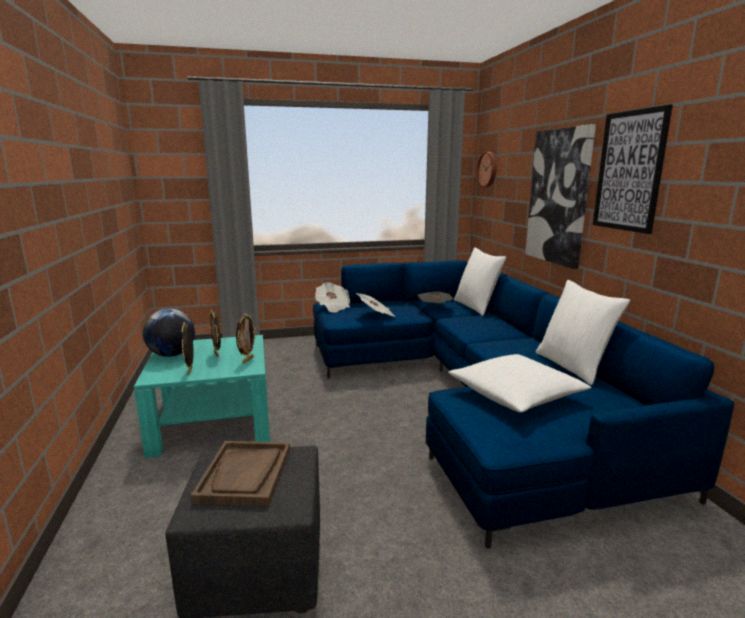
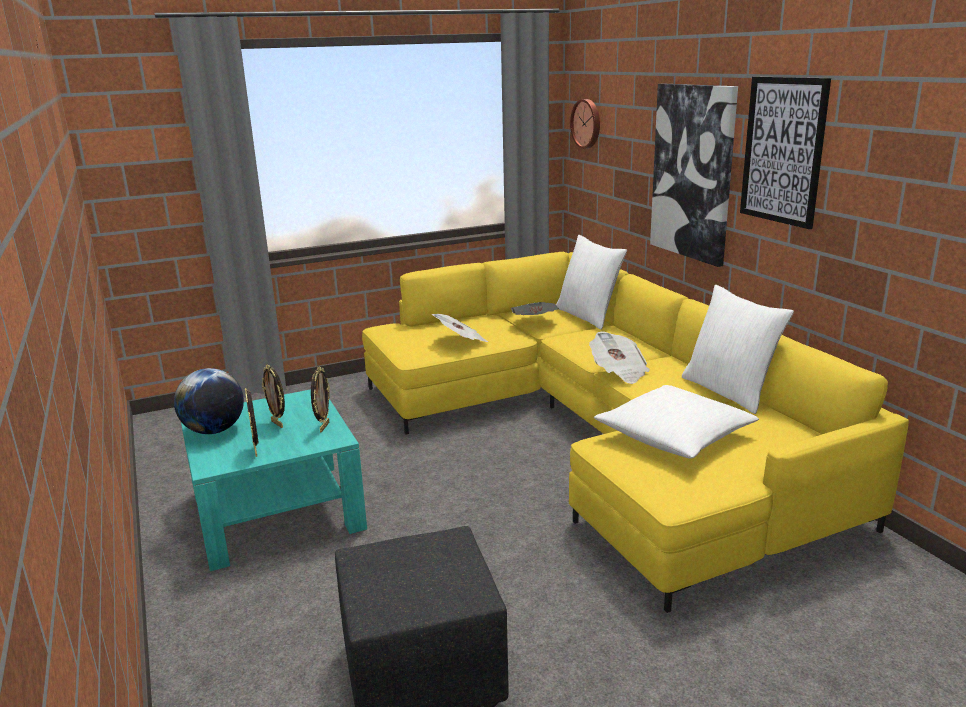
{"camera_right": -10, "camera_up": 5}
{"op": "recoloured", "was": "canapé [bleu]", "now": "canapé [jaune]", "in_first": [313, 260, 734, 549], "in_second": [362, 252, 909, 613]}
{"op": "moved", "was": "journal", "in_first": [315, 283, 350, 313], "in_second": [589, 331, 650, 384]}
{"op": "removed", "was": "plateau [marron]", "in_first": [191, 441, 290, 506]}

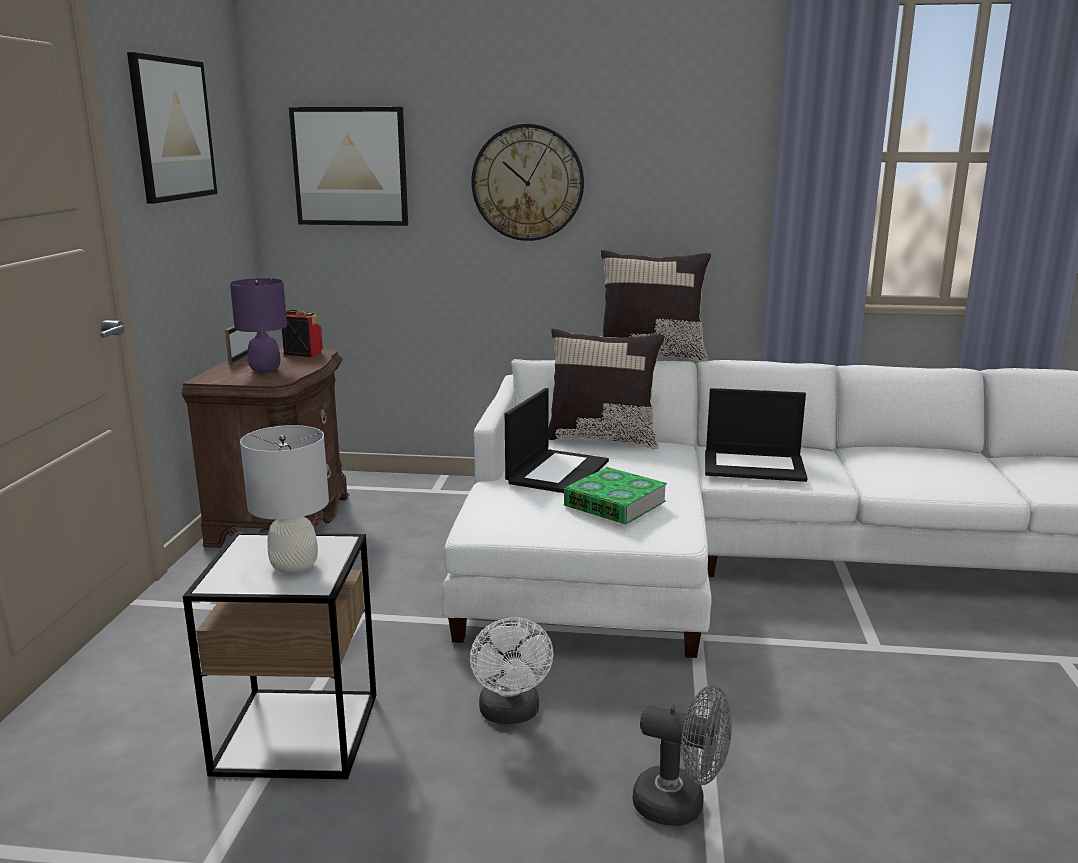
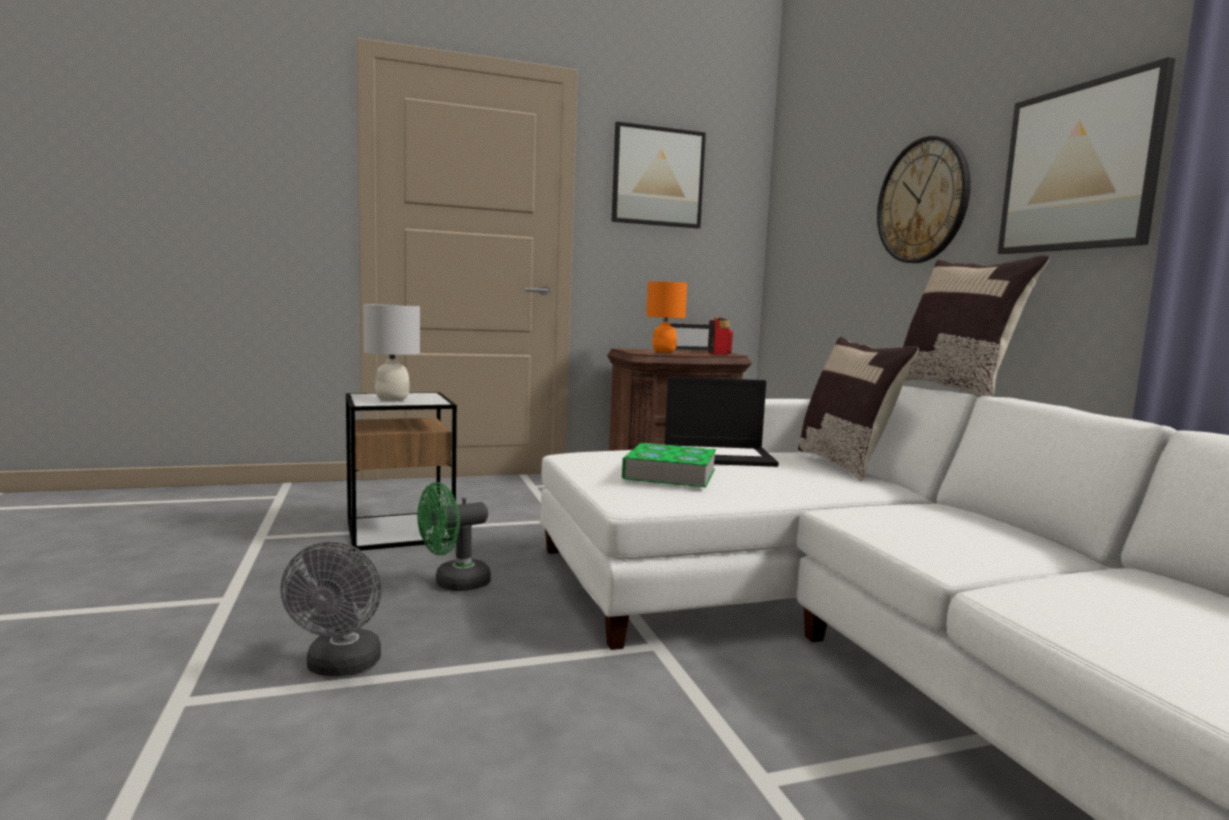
{"camera_right": 65, "camera_up": -10}
{"op": "moved", "was": "tableau", "in_first": [289, 107, 408, 226], "in_second": [998, 57, 1175, 254]}
{"op": "recoloured", "was": "lampe de table [violet]", "now": "lampe de table [orange]", "in_first": [230, 278, 287, 373], "in_second": [646, 281, 687, 353]}
{"op": "removed", "was": "ordinateur portable", "in_first": [705, 388, 807, 482]}
{"op": "recoloured", "was": "ventilateur [blanc]", "now": "ventilateur [vert]", "in_first": [470, 617, 553, 724], "in_second": [417, 482, 491, 591]}

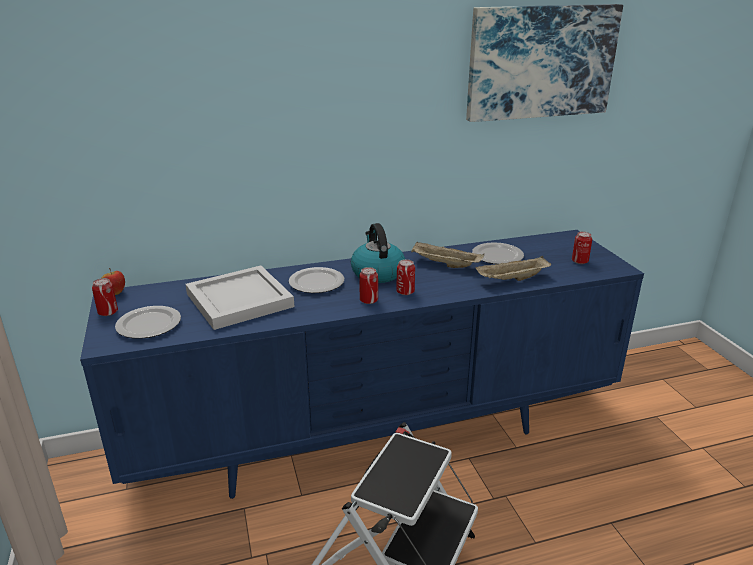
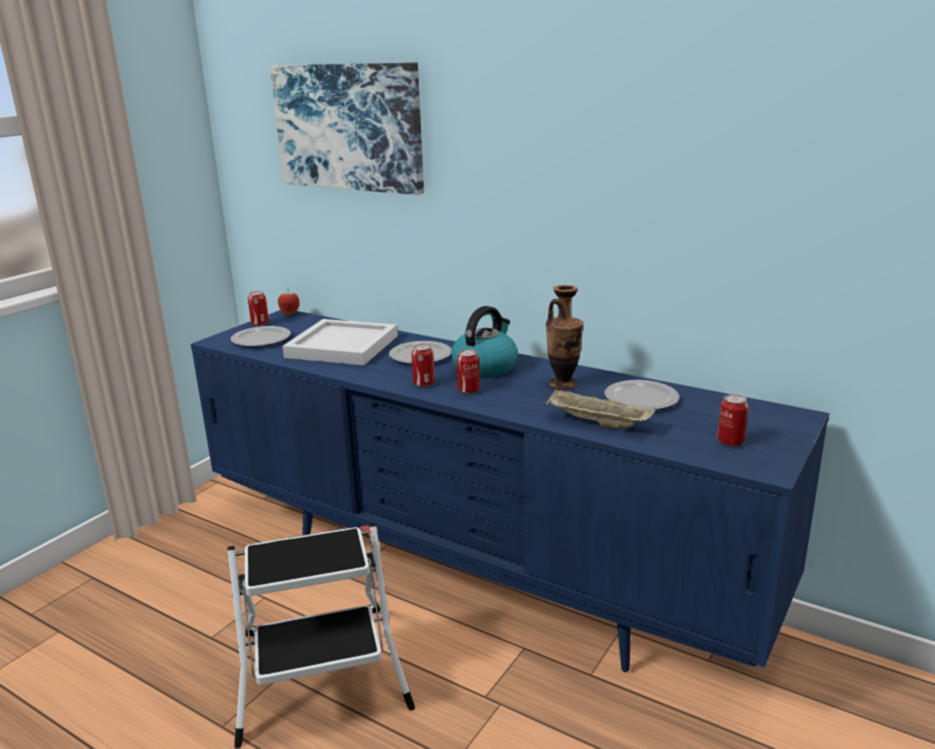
{"camera_right": 50, "camera_up": -5}
{"op": "moved", "was": "tableau", "in_first": [466, 4, 623, 122], "in_second": [270, 62, 424, 195]}
{"op": "replaced", "was": "plateau [beige]", "now": "vase", "in_first": [411, 242, 484, 268], "in_second": [546, 285, 584, 390]}

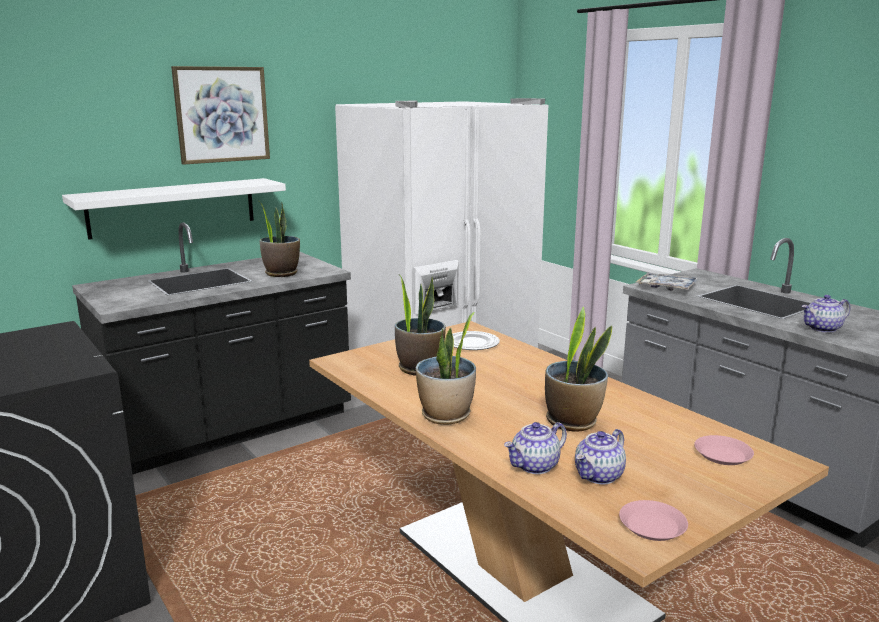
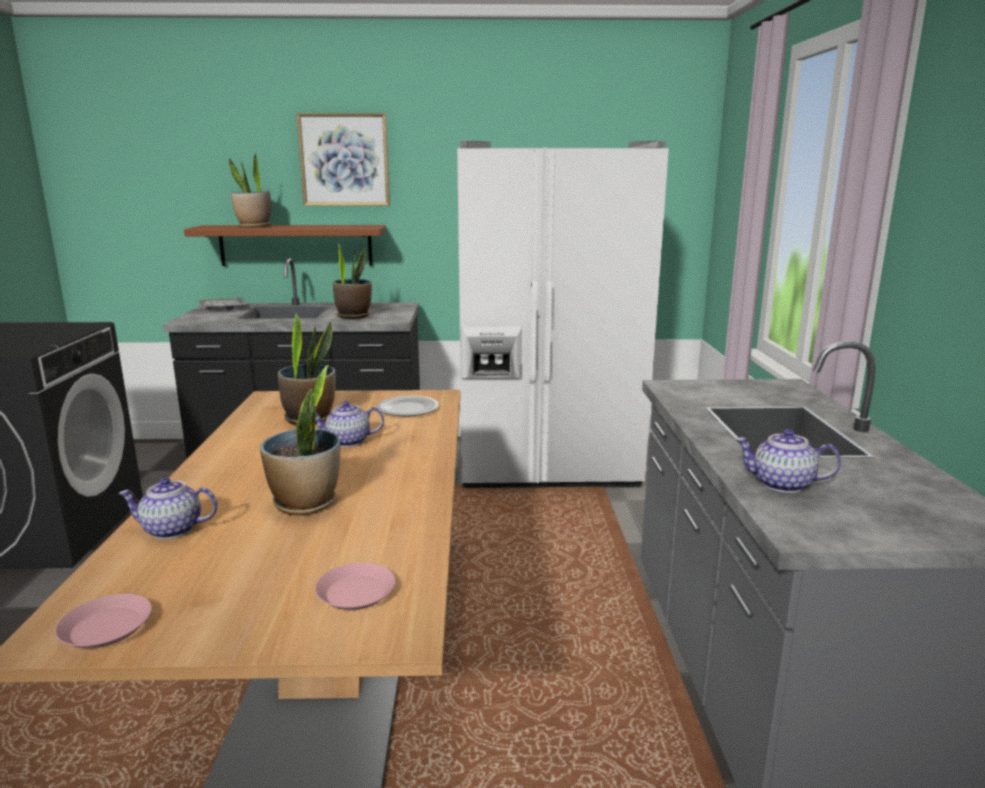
{"camera_right": 35, "camera_up": 0}
{"op": "recoloured", "was": "étagère [blanc]", "now": "étagère [marron]", "in_first": [62, 178, 286, 240], "in_second": [184, 225, 386, 266]}
{"op": "moved", "was": "plateau", "in_first": [636, 273, 699, 291], "in_second": [199, 298, 247, 310]}
{"op": "moved", "was": "plante en pot", "in_first": [415, 312, 476, 425], "in_second": [229, 154, 271, 228]}
{"op": "moved", "was": "théière", "in_first": [575, 429, 626, 484], "in_second": [316, 401, 384, 447]}

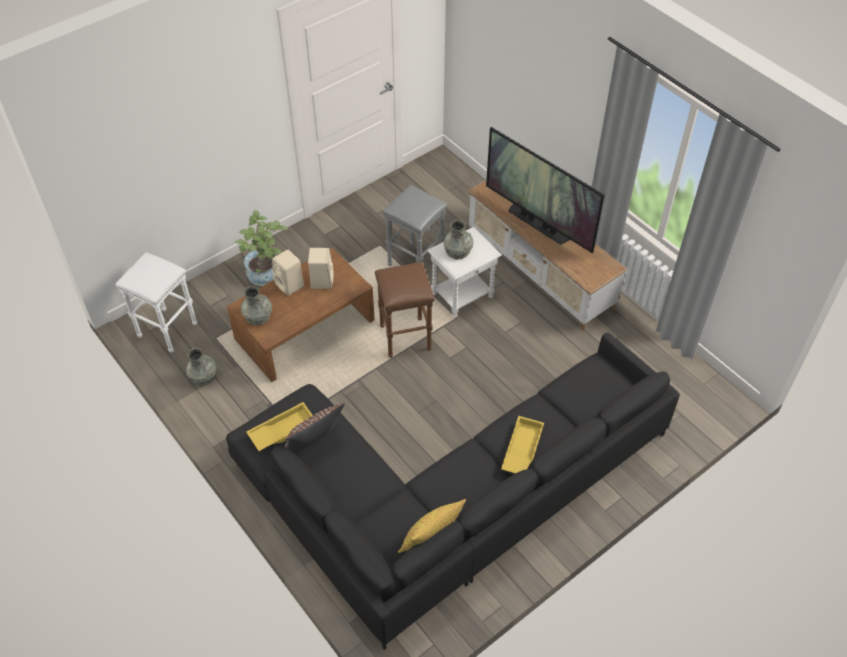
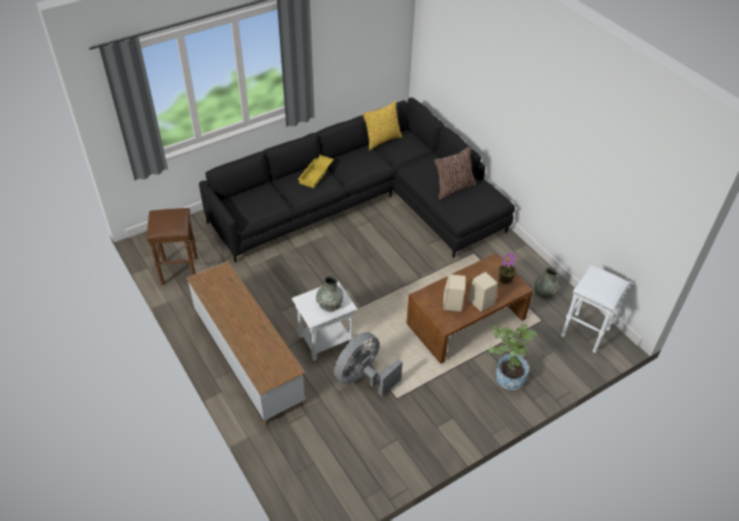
{"camera_right": -175, "camera_up": -5}
{"op": "removed", "was": "téléviseur", "in_first": [486, 127, 605, 253]}
{"op": "replaced", "was": "tabouret [gris]", "now": "ventilateur [gris]", "in_first": [383, 185, 448, 266], "in_second": [334, 332, 403, 397]}
{"op": "moved", "was": "tabouret [marron]", "in_first": [375, 262, 434, 358], "in_second": [147, 208, 198, 285]}
{"op": "replaced", "was": "vase [gris]", "now": "plante en pot", "in_first": [241, 286, 272, 325], "in_second": [498, 252, 517, 284]}
{"op": "removed", "was": "plateau [jaune]", "in_first": [246, 402, 313, 451]}

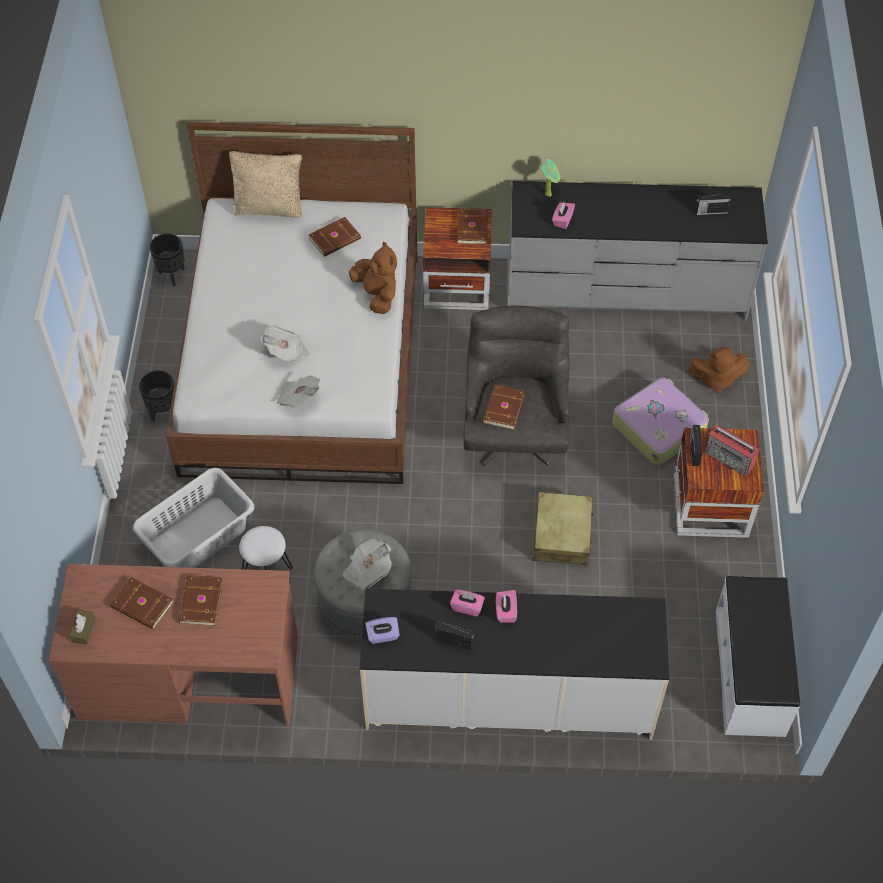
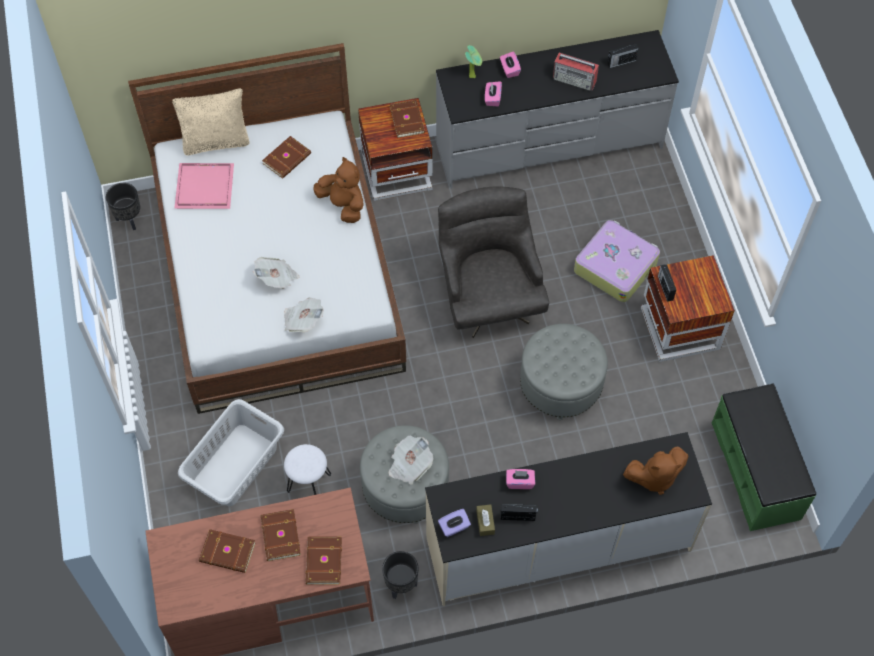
{"camera_right": -15, "camera_up": 5}
{"op": "moved", "was": "peluche [marron]", "in_first": [688, 347, 750, 393], "in_second": [623, 447, 688, 495]}
{"op": "moved", "was": "cache-pot [noir]", "in_first": [139, 370, 174, 422], "in_second": [382, 551, 419, 599]}
{"op": "moved", "was": "livre [marron]", "in_first": [483, 385, 525, 430], "in_second": [306, 537, 342, 585]}
{"op": "moved", "was": "radio", "in_first": [705, 425, 759, 476], "in_second": [553, 53, 599, 91]}
{"op": "replaced", "was": "valise [beige]", "now": "pouf [gris]", "in_first": [533, 492, 593, 566], "in_second": [520, 324, 608, 420]}
{"op": "recoloured", "was": "banc [blanc]", "now": "banc [vert]", "in_first": [715, 576, 800, 737], "in_second": [712, 384, 816, 531]}
{"op": "moved", "was": "boîte à mouchoirs [rose]", "in_first": [496, 590, 517, 623], "in_second": [500, 52, 521, 78]}
{"op": "moved", "was": "boîte à mouchoirs [marron]", "in_first": [69, 610, 95, 645], "in_second": [476, 504, 495, 536]}
{"op": "added", "now": "plateau [rose]", "in_second": [174, 163, 234, 209]}

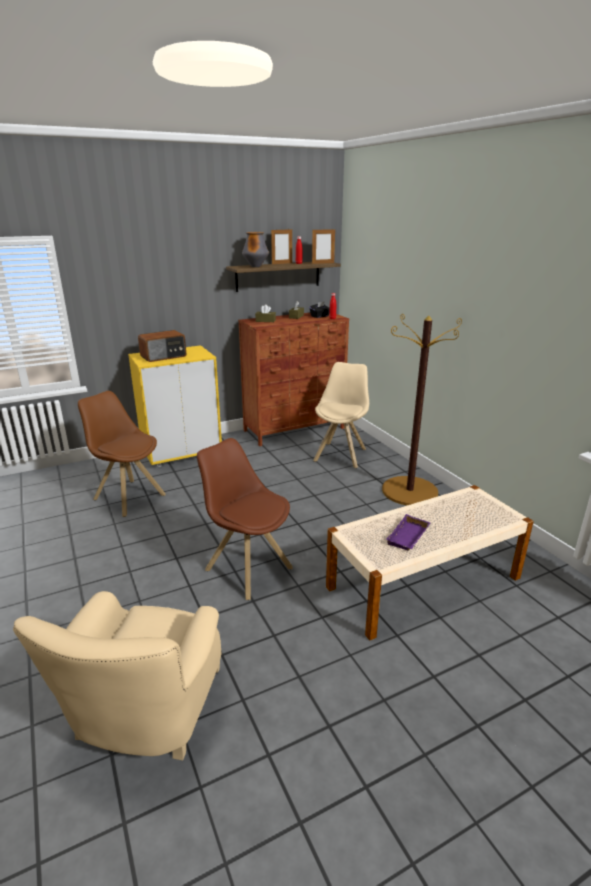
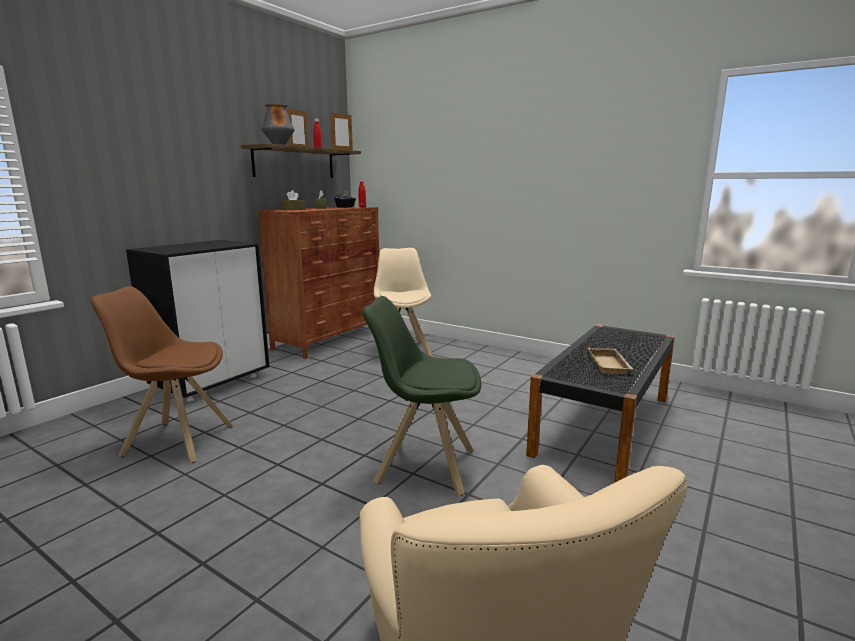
{"camera_right": -30, "camera_up": -10}
{"op": "removed", "was": "portant [marron]", "in_first": [382, 314, 462, 505]}
{"op": "removed", "was": "radio", "in_first": [138, 330, 187, 362]}
{"op": "recoloured", "was": "meuble de rangement [jaune]", "now": "meuble de rangement [noir]", "in_first": [128, 345, 222, 467], "in_second": [126, 240, 270, 401]}
{"op": "recoloured", "was": "chaise [marron]", "now": "chaise [vert]", "in_first": [197, 438, 293, 600], "in_second": [362, 296, 481, 496]}
{"op": "recoloured", "was": "banc [beige]", "now": "banc [noir]", "in_first": [326, 485, 534, 641], "in_second": [526, 324, 675, 483]}
{"op": "recoloured", "was": "plateau [violet]", "now": "plateau [beige]", "in_first": [386, 514, 431, 551], "in_second": [588, 347, 633, 374]}

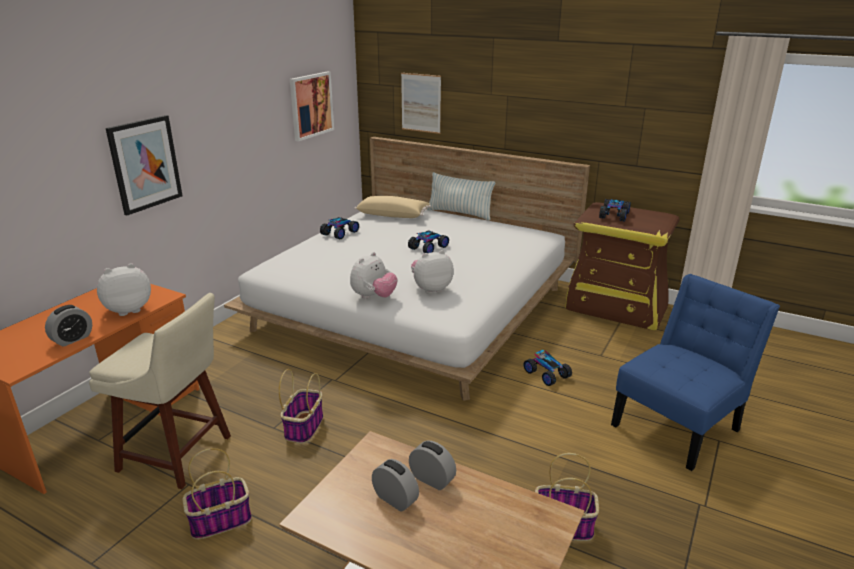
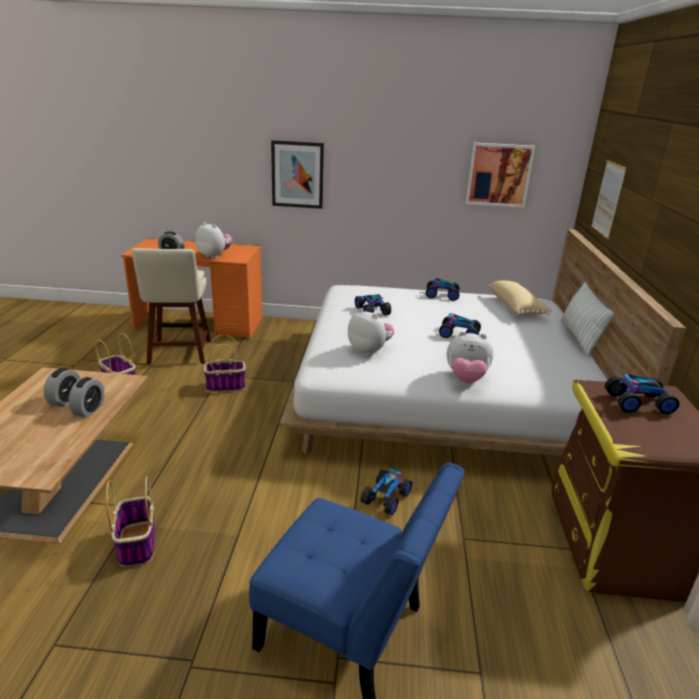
{"camera_right": 65, "camera_up": 0}
{"op": "moved", "was": "peluche", "in_first": [350, 252, 398, 299], "in_second": [447, 331, 493, 383]}
{"op": "added", "now": "petite voiture", "in_second": [355, 294, 391, 315]}

